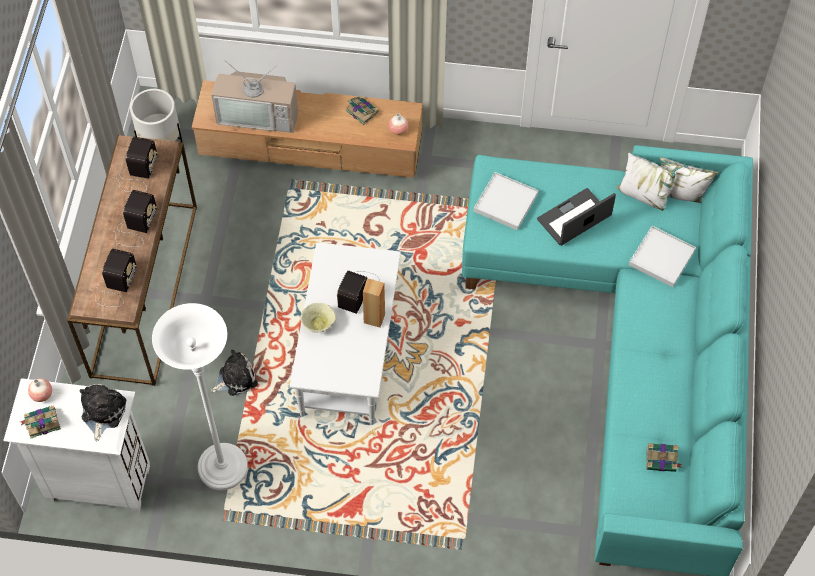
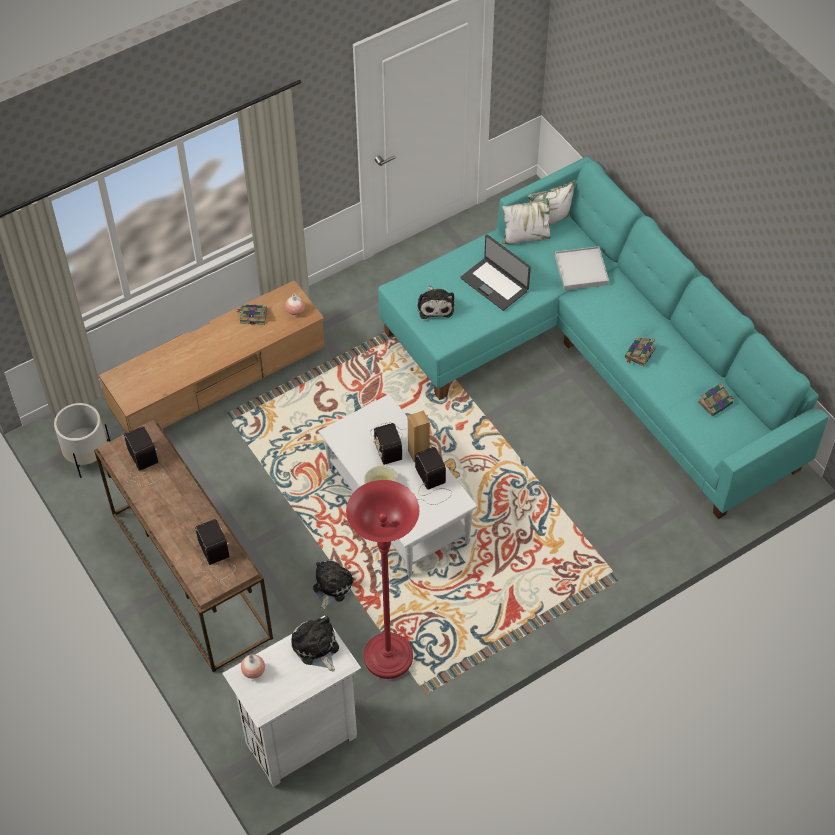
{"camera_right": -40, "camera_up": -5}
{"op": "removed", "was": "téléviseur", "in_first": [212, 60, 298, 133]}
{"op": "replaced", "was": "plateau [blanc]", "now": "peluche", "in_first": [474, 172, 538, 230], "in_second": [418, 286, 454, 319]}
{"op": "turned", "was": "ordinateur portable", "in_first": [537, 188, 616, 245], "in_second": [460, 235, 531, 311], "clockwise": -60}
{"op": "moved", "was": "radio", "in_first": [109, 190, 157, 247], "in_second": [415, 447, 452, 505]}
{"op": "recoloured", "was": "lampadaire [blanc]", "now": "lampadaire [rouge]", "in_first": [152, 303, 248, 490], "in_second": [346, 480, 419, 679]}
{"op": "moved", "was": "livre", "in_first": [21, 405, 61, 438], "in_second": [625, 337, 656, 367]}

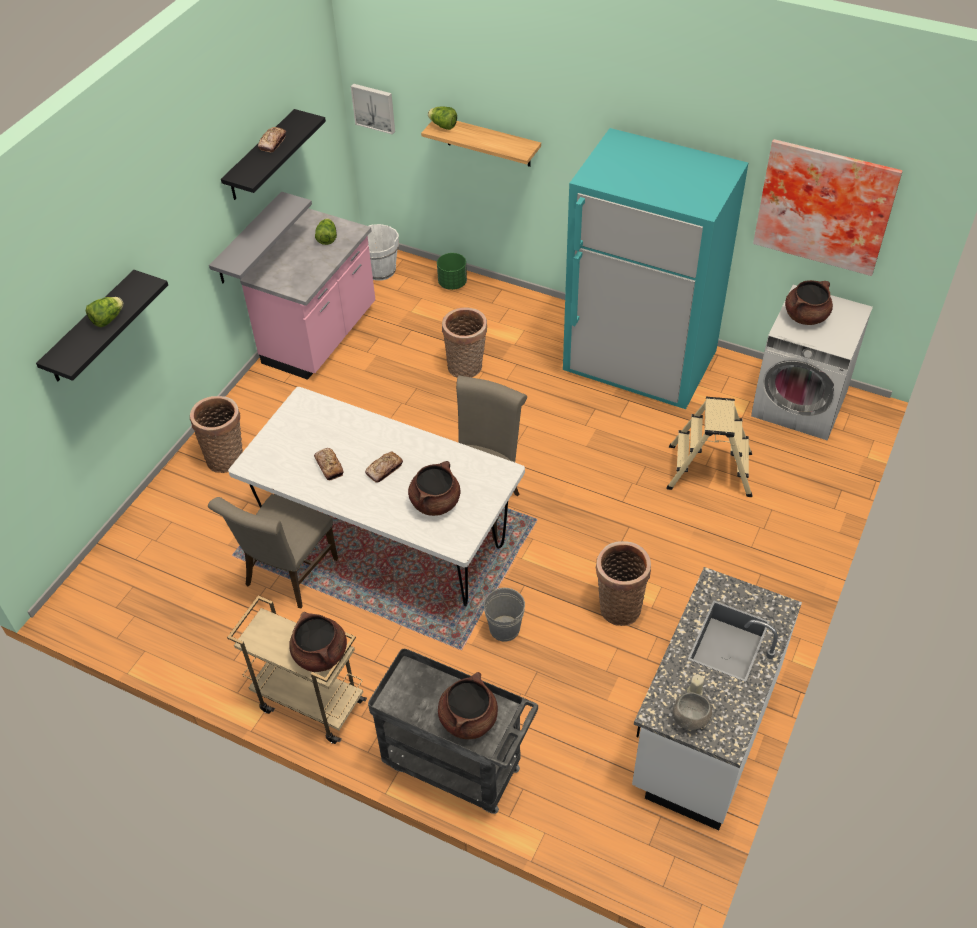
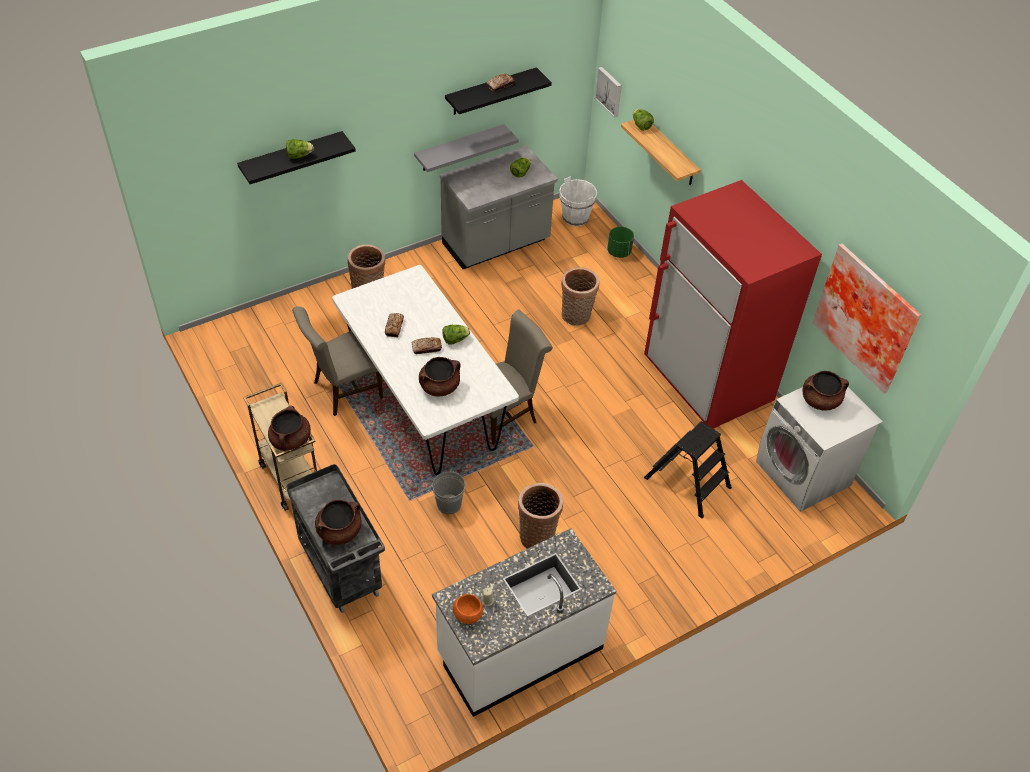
{"camera_right": 30, "camera_up": 0}
{"op": "recoloured", "was": "réfrigérateur [turquoise]", "now": "réfrigérateur [rouge]", "in_first": [563, 128, 748, 409], "in_second": [644, 180, 822, 429]}
{"op": "recoloured", "was": "comptoir de cuisine [rose]", "now": "comptoir de cuisine [gris]", "in_first": [240, 208, 376, 380], "in_second": [440, 146, 558, 269]}
{"op": "recoloured", "was": "escabeau [beige]", "now": "escabeau [noir]", "in_first": [666, 397, 752, 497], "in_second": [644, 421, 732, 519]}
{"op": "recoloured", "was": "bol [gris]", "now": "bol [orange]", "in_first": [673, 692, 712, 730], "in_second": [453, 594, 483, 624]}
{"op": "added", "now": "laitue", "in_second": [443, 325, 470, 345]}

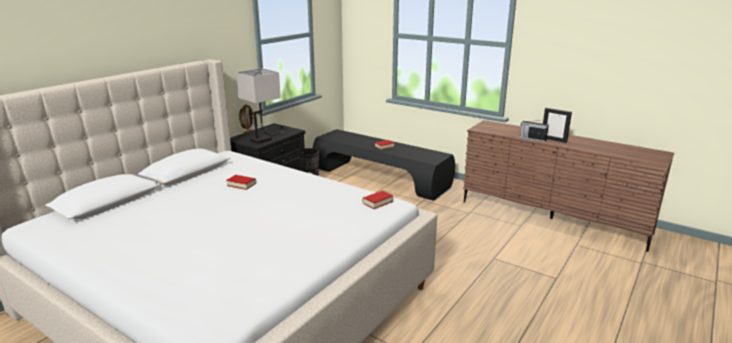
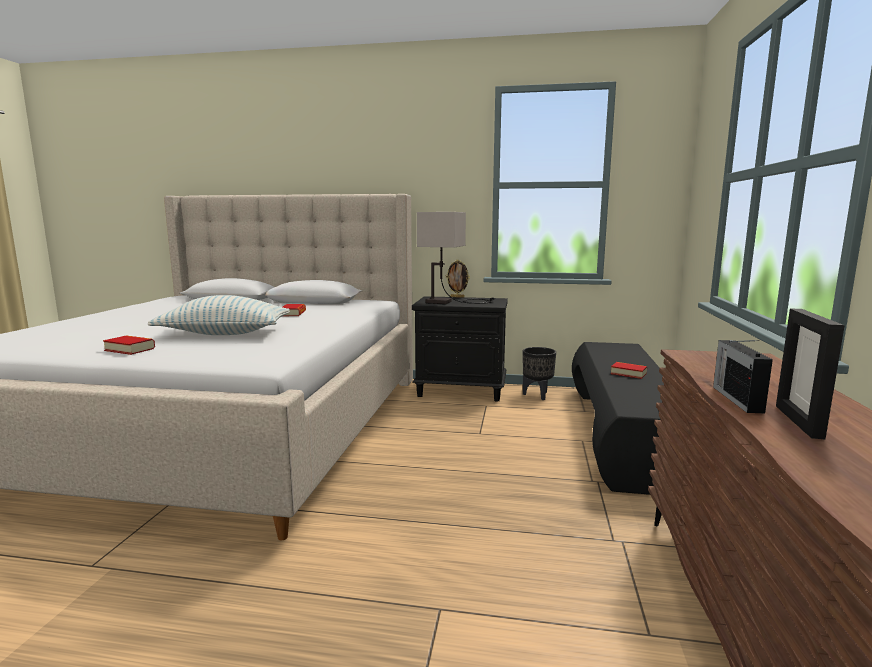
{"camera_right": 65, "camera_up": -10}
{"op": "moved", "was": "livre", "in_first": [362, 191, 393, 209], "in_second": [103, 335, 155, 355]}
{"op": "added", "now": "coussin", "in_second": [148, 295, 290, 335]}

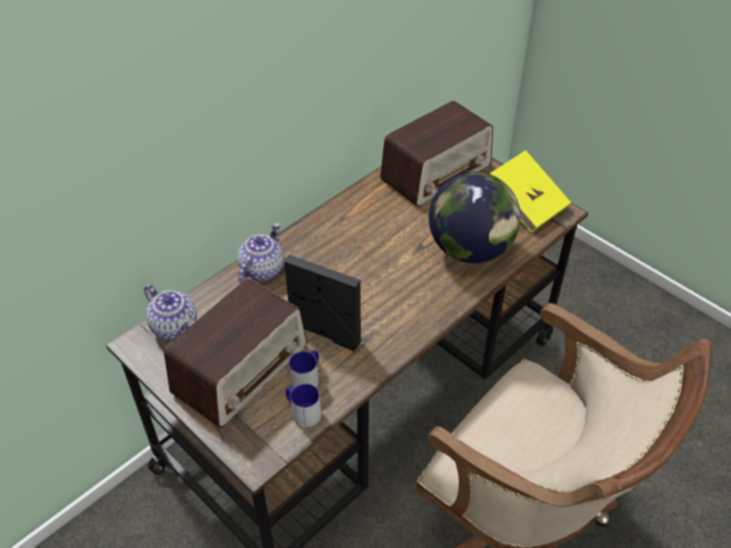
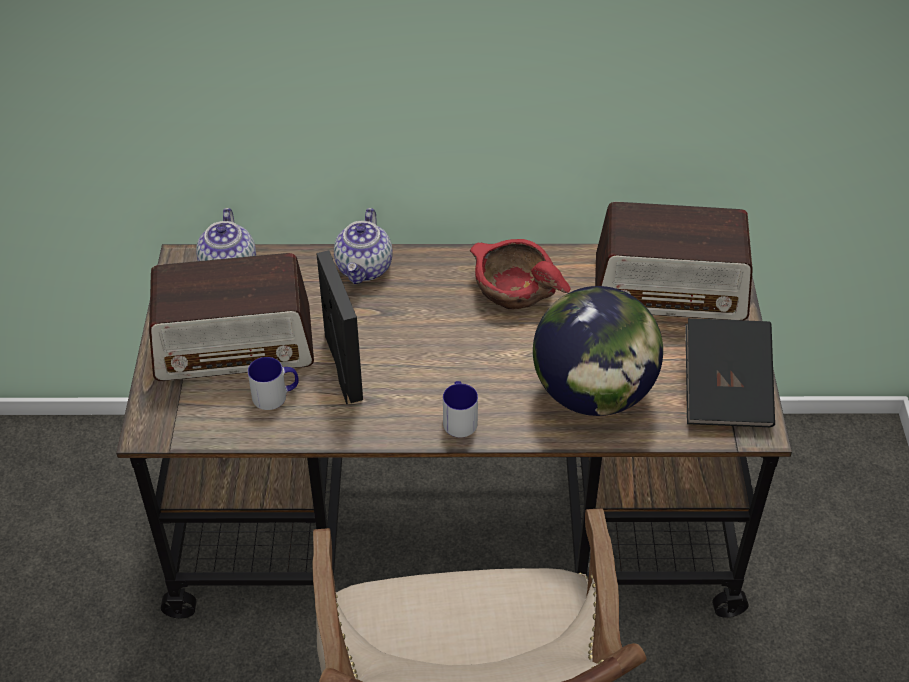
{"camera_right": 45, "camera_up": 0}
{"op": "recoloured", "was": "livre [jaune]", "now": "livre [noir]", "in_first": [490, 150, 571, 233], "in_second": [685, 318, 775, 427]}
{"op": "turned", "was": "théière", "in_first": [237, 223, 284, 283], "in_second": [334, 208, 393, 284], "clockwise": 120}
{"op": "moved", "was": "mug", "in_first": [286, 384, 321, 427], "in_second": [443, 381, 478, 437]}
{"op": "added", "now": "bol [rouge]", "in_second": [470, 239, 570, 309]}

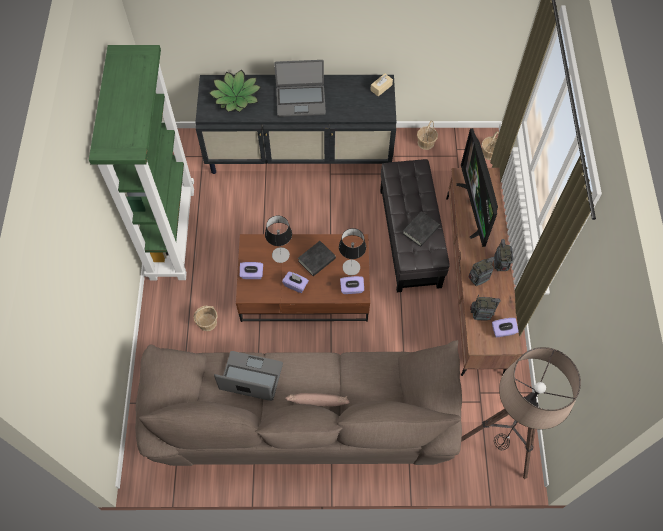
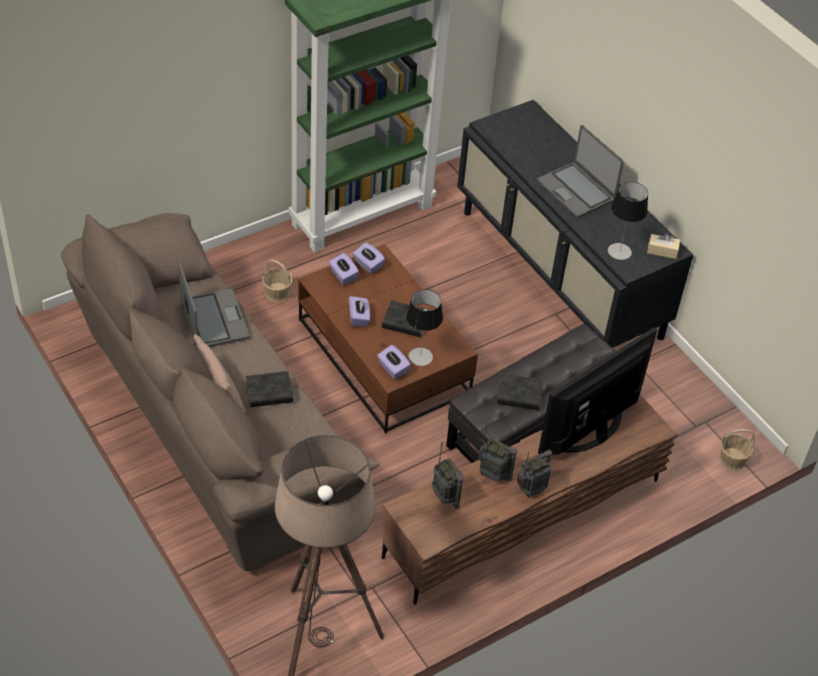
{"camera_right": 55, "camera_up": -15}
{"op": "removed", "was": "plante en pot", "in_first": [209, 69, 261, 112]}
{"op": "removed", "was": "panier", "in_first": [417, 121, 438, 150]}
{"op": "moved", "was": "lampe de table", "in_first": [265, 215, 292, 263], "in_second": [608, 182, 648, 260]}
{"op": "moved", "was": "boîte à mouchoirs [violet]", "in_first": [492, 318, 519, 337], "in_second": [353, 242, 385, 274]}
{"op": "added", "now": "livre [noir]", "in_second": [246, 371, 293, 407]}

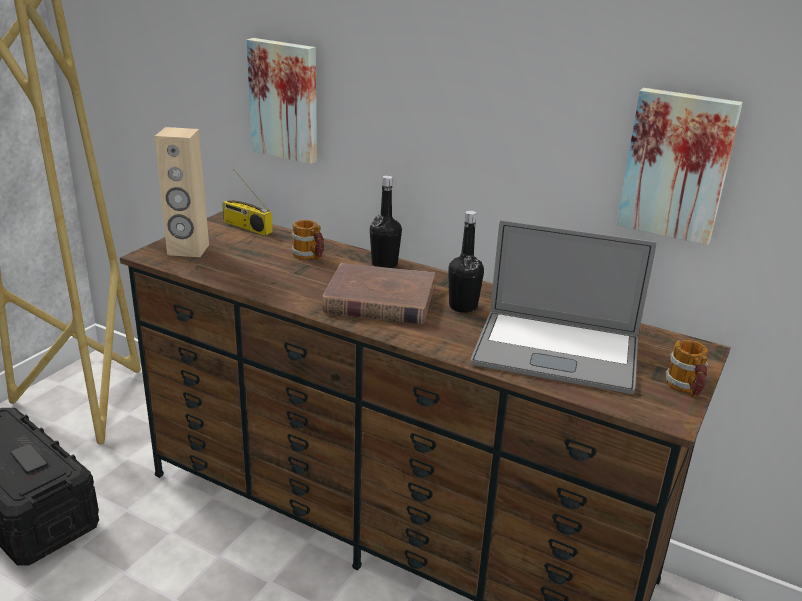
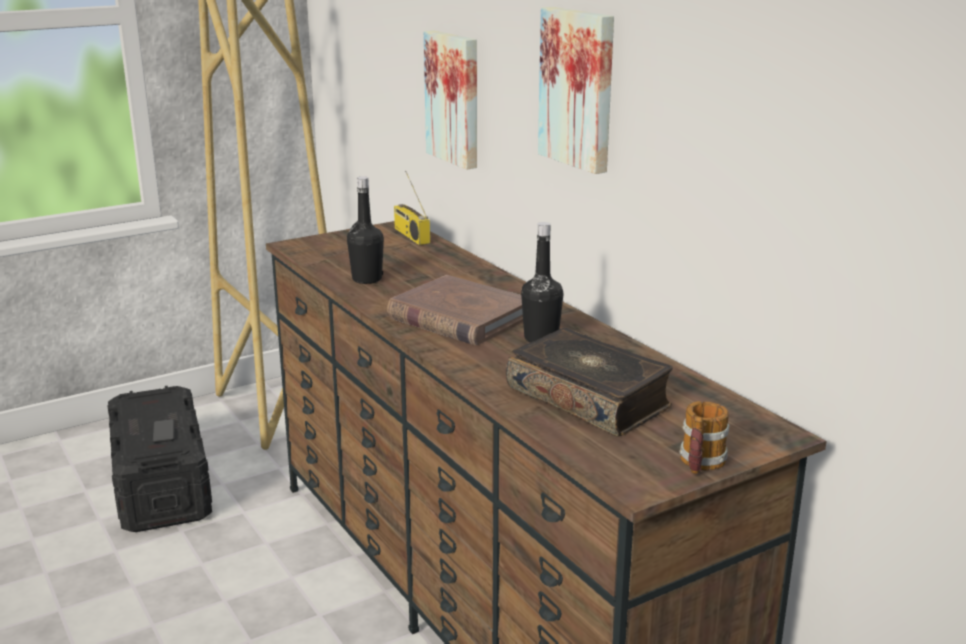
{"camera_right": 30, "camera_up": -5}
{"op": "moved", "was": "tableau", "in_first": [616, 88, 743, 245], "in_second": [538, 7, 614, 174]}
{"op": "removed", "was": "enceinte [beige]", "in_first": [154, 127, 209, 257]}
{"op": "moved", "was": "bouteille [noir]", "in_first": [370, 176, 402, 268], "in_second": [347, 176, 384, 284]}
{"op": "removed", "was": "mug", "in_first": [291, 220, 324, 260]}
{"op": "replaced", "was": "ordinateur portable", "now": "livre", "in_first": [471, 220, 656, 394], "in_second": [506, 327, 673, 436]}

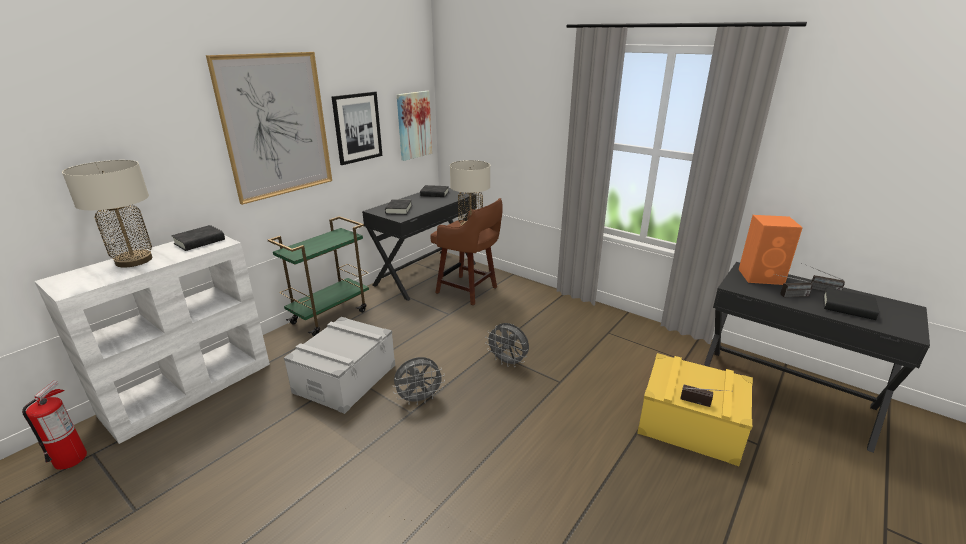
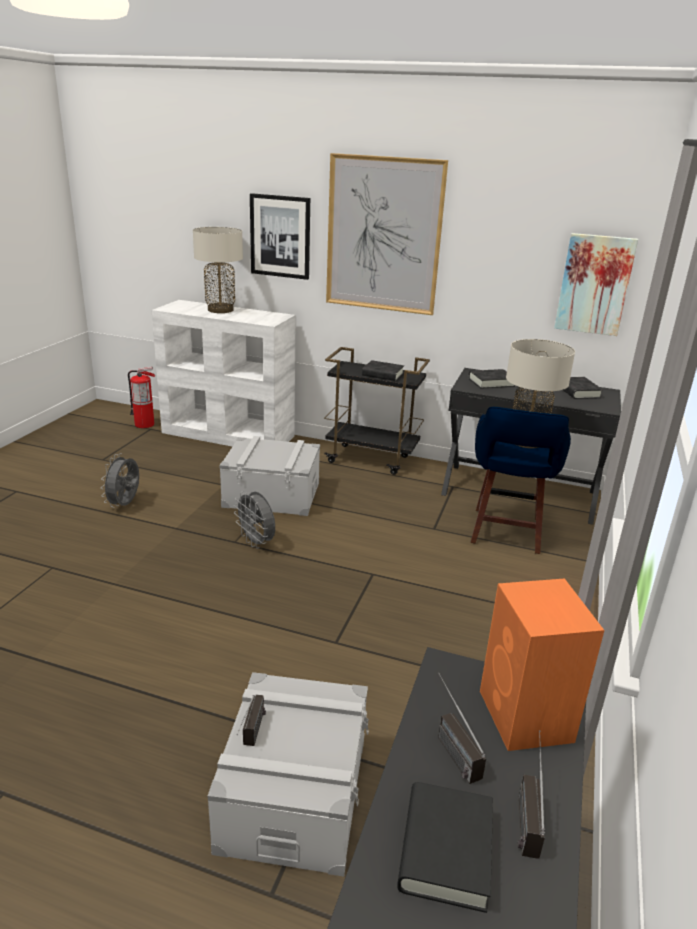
{"camera_right": 70, "camera_up": 0}
{"op": "moved", "was": "tableau", "in_first": [331, 92, 382, 165], "in_second": [250, 193, 310, 280]}
{"op": "recoloured", "was": "tabouret [marron]", "now": "tabouret [bleu]", "in_first": [430, 198, 503, 306], "in_second": [471, 407, 571, 554]}
{"op": "recoloured", "was": "chariot [vert]", "now": "chariot [noir]", "in_first": [268, 216, 369, 336], "in_second": [324, 347, 430, 475]}
{"op": "moved", "was": "livre [noir]", "in_first": [171, 225, 225, 251], "in_second": [362, 360, 404, 381]}
{"op": "moved", "was": "ventilateur [gris]", "in_first": [485, 323, 529, 367], "in_second": [101, 453, 139, 508]}
{"op": "recoloured", "was": "boîte de rangement [jaune]", "now": "boîte de rangement [gris]", "in_first": [637, 353, 753, 466], "in_second": [208, 672, 369, 877]}

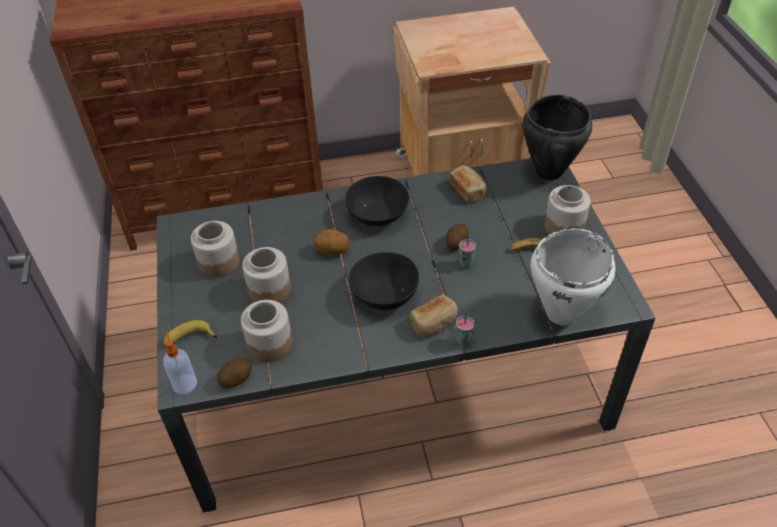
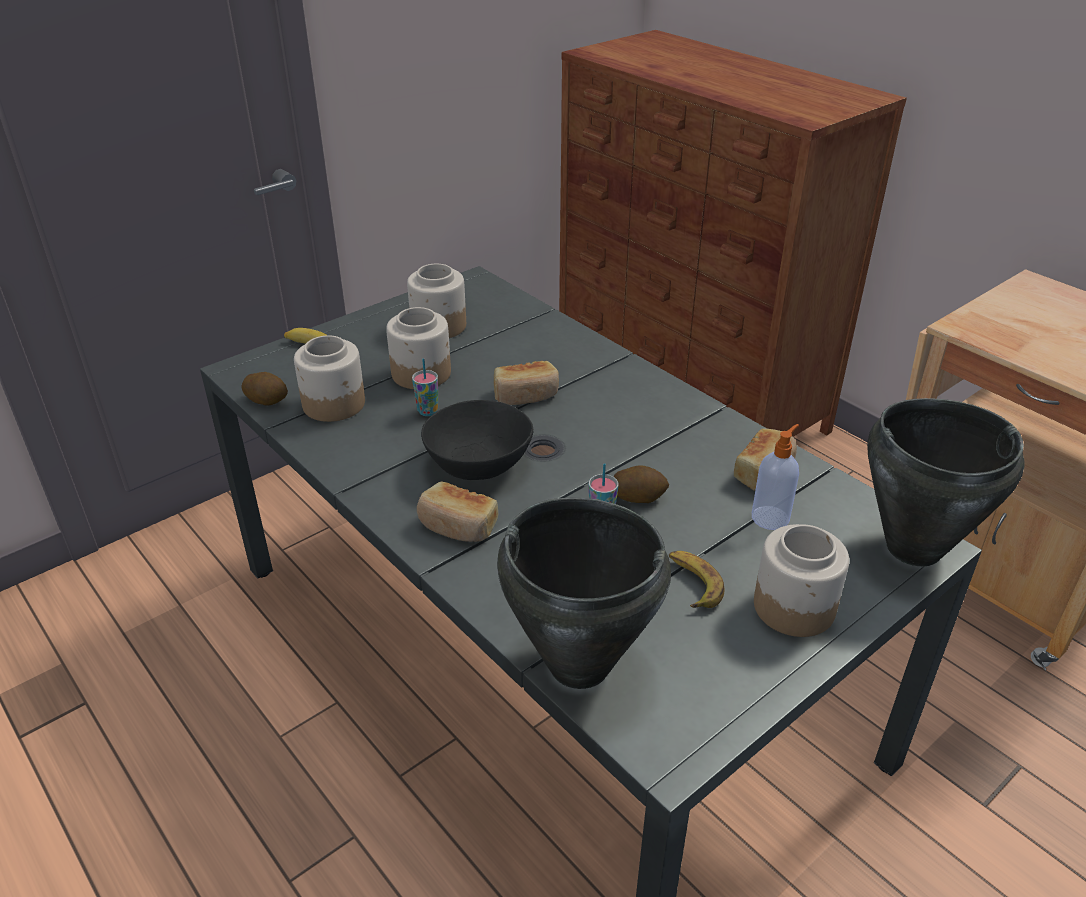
{"camera_right": 60, "camera_up": -10}
{"op": "removed", "was": "bol [noir]", "in_first": [345, 176, 409, 226]}
{"op": "recoloured", "was": "marmite [blanc]", "now": "marmite [noir]", "in_first": [530, 228, 615, 326], "in_second": [497, 497, 671, 689]}
{"op": "replaced", "was": "pomme de terre", "now": "pain", "in_first": [313, 229, 350, 255], "in_second": [494, 361, 559, 405]}
{"op": "moved", "was": "tasse", "in_first": [456, 313, 474, 347], "in_second": [412, 358, 438, 416]}
{"op": "moved", "was": "distributeur de savon", "in_first": [163, 332, 197, 394], "in_second": [752, 424, 799, 530]}

